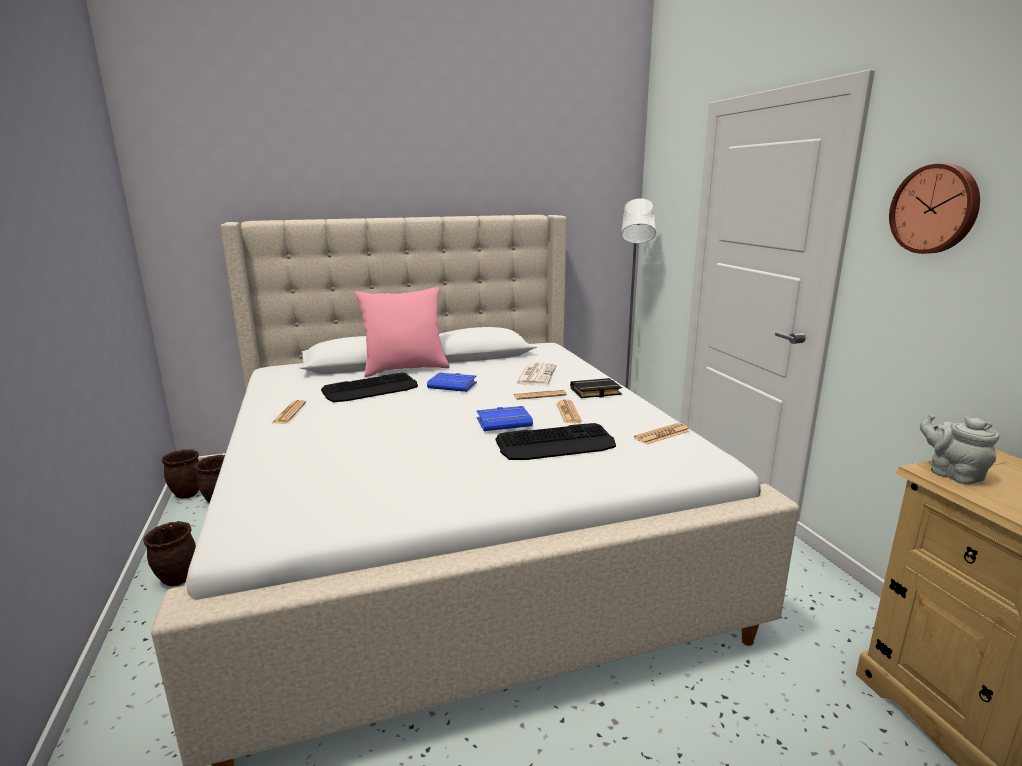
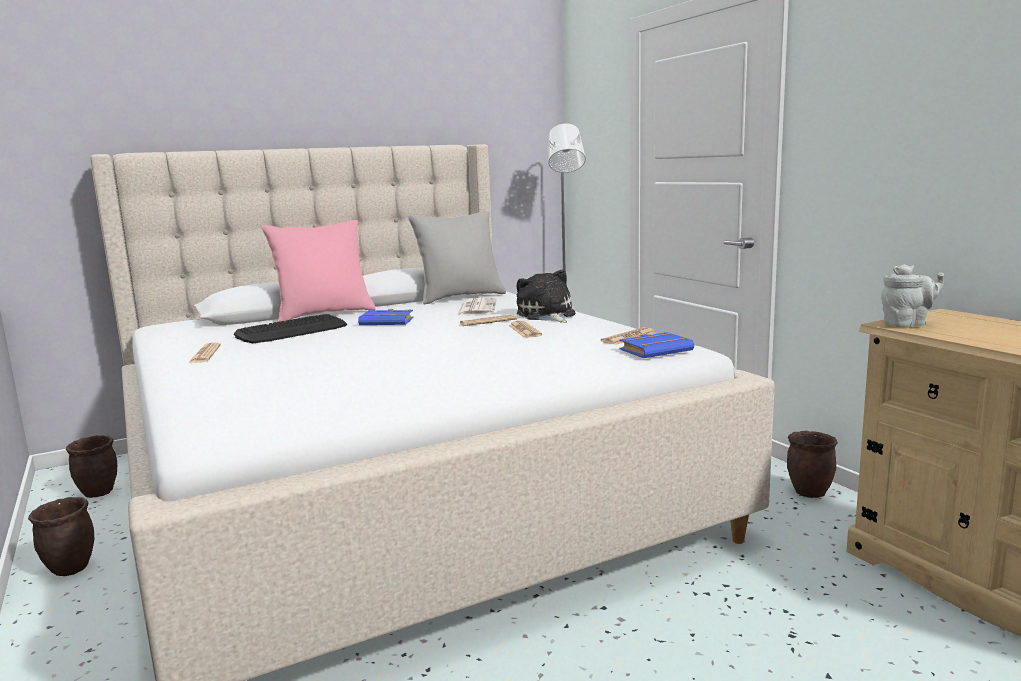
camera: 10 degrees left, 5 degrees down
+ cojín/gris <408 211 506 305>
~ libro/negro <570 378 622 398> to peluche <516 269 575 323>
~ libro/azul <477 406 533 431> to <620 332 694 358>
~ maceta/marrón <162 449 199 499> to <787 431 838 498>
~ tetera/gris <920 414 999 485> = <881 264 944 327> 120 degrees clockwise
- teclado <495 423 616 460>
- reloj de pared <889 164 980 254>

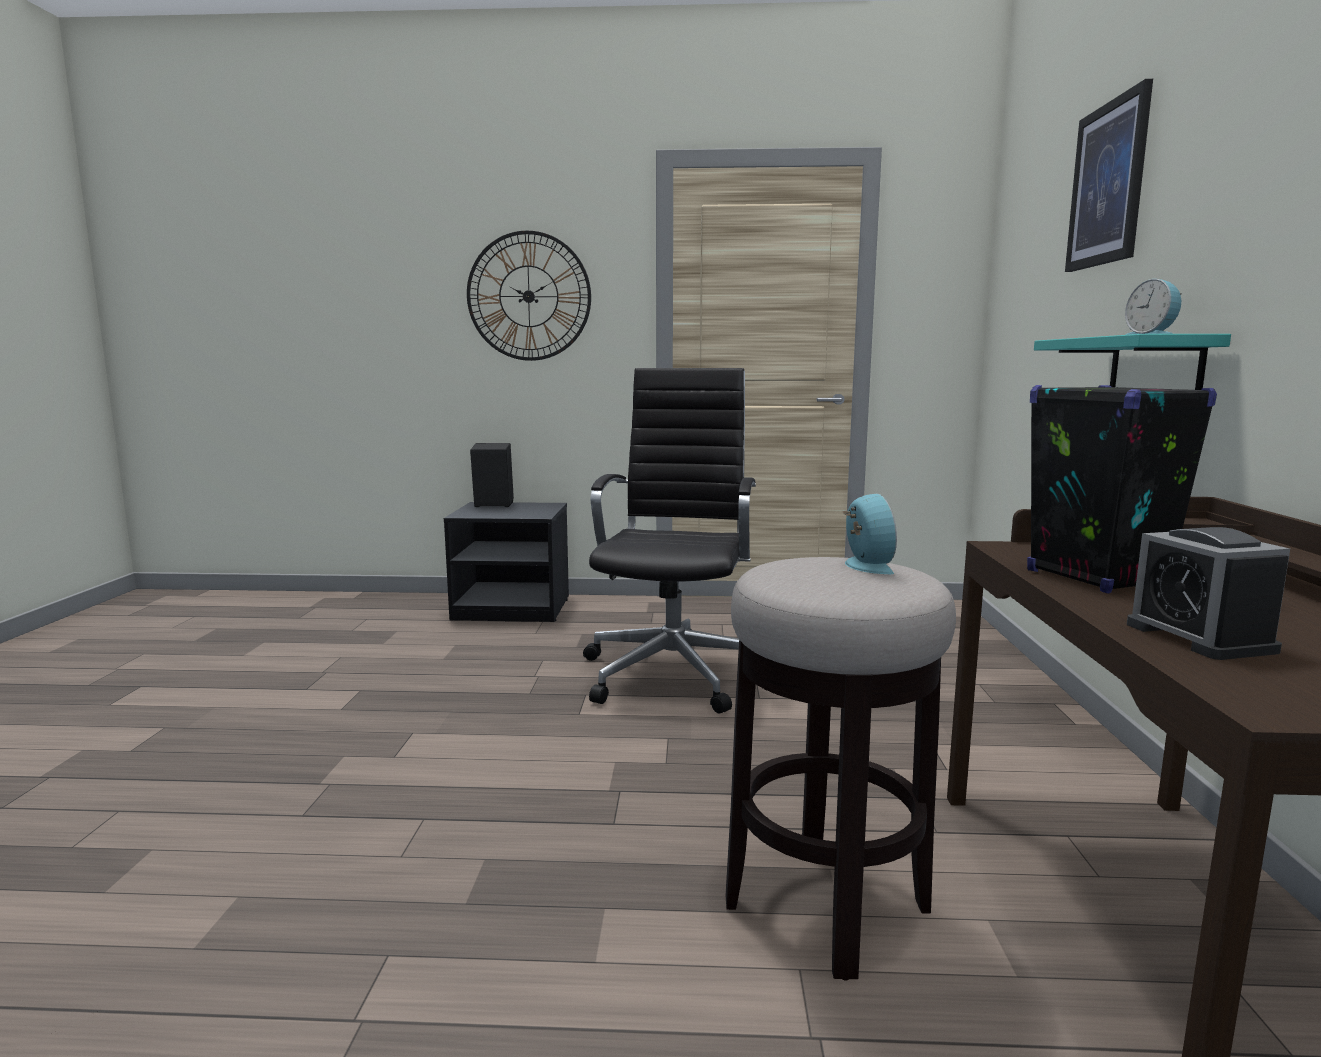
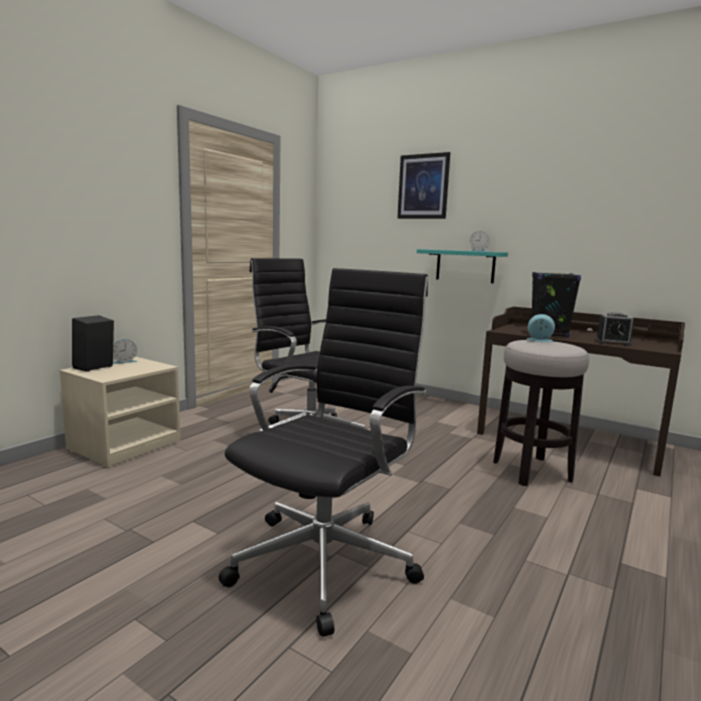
camera: 60 degrees left, 0 degrees up
~ mesita de noche/negro <444 502 569 622> to mesita de noche/beis <59 357 180 467>
+ despertador <113 339 138 364>
+ silla de oficina/negro <219 268 428 637>
- reloj de pared <467 230 591 361>

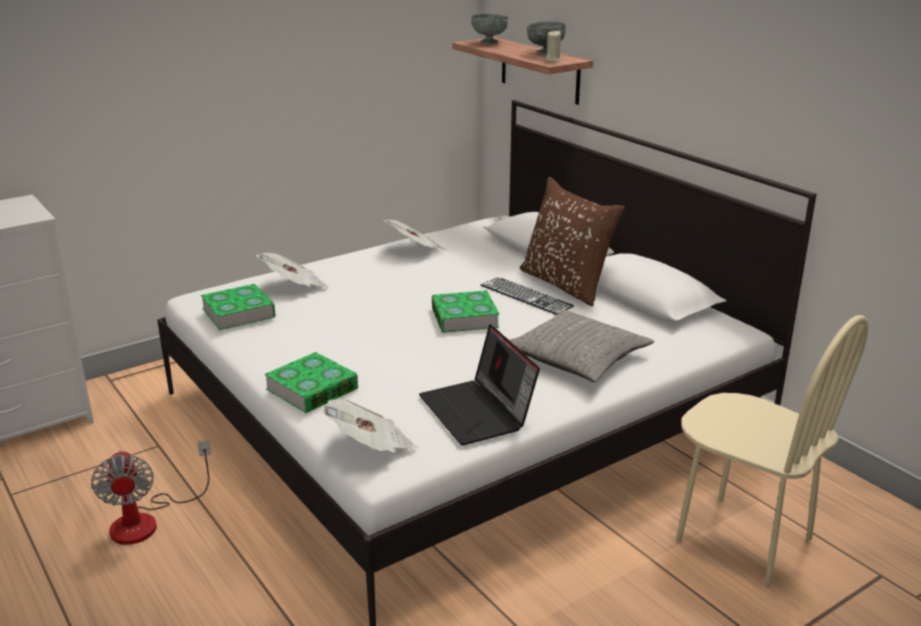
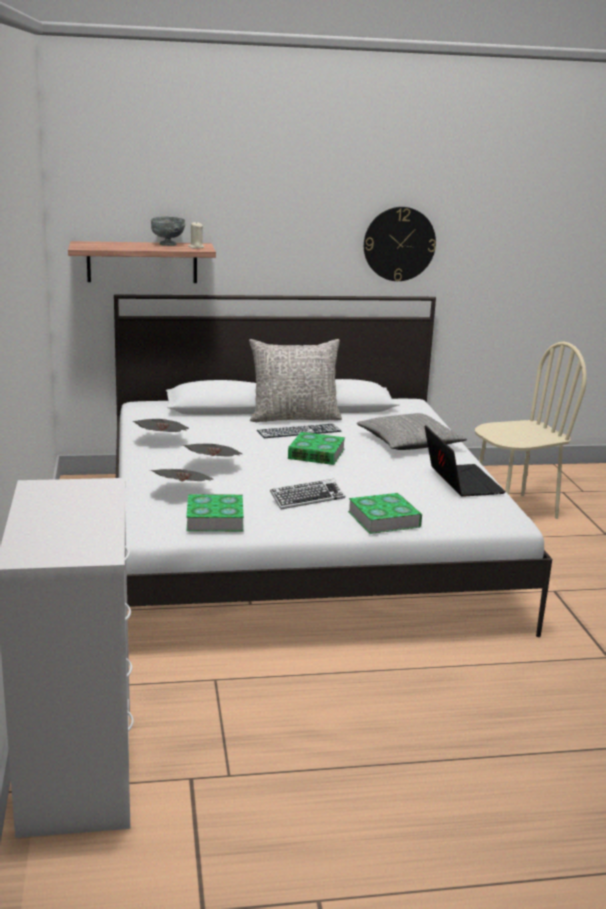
camera: 65 degrees left, 5 degrees down
~ periódico <320 399 418 453> to <182 443 242 457>
~ cojín/marrón <520 177 625 306> to cojín/gris <249 339 342 422>
+ teclado <270 479 345 509>
+ reloj de pared <364 207 436 281>
~ portátil <419 324 540 445> = <424 425 506 497> 105 degrees counterclockwise
- ventilador <91 440 211 545>
- cuenco/gris <471 14 508 45>

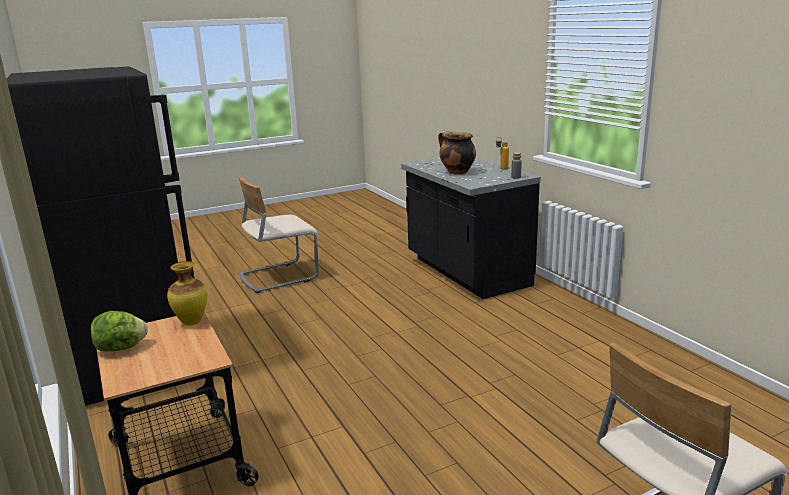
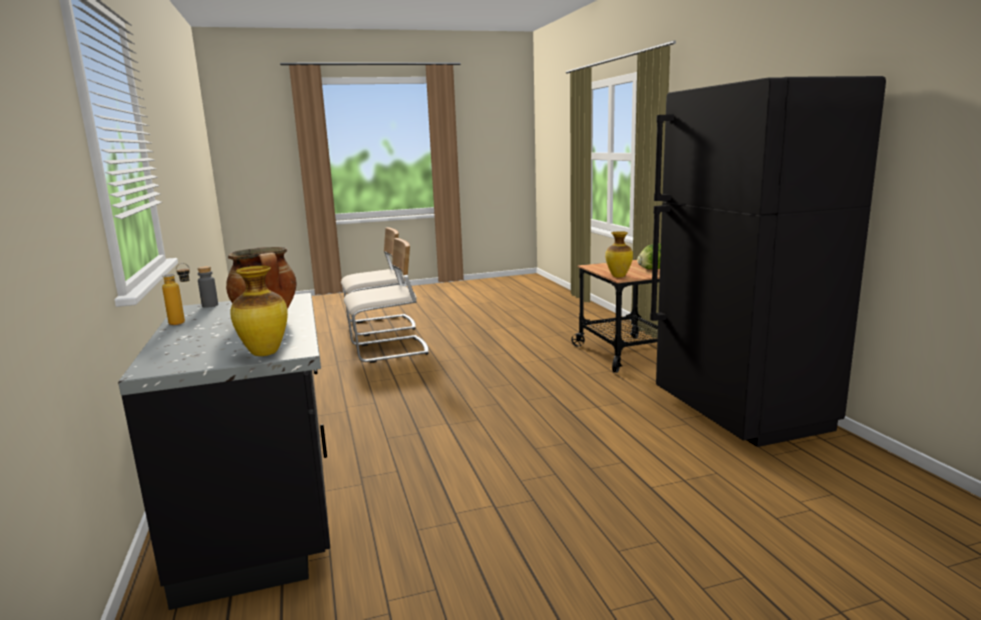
camera: 170 degrees left, 5 degrees down
+ florero <230 266 288 356>
~ silla/beis <238 175 319 293> to <343 238 429 363>

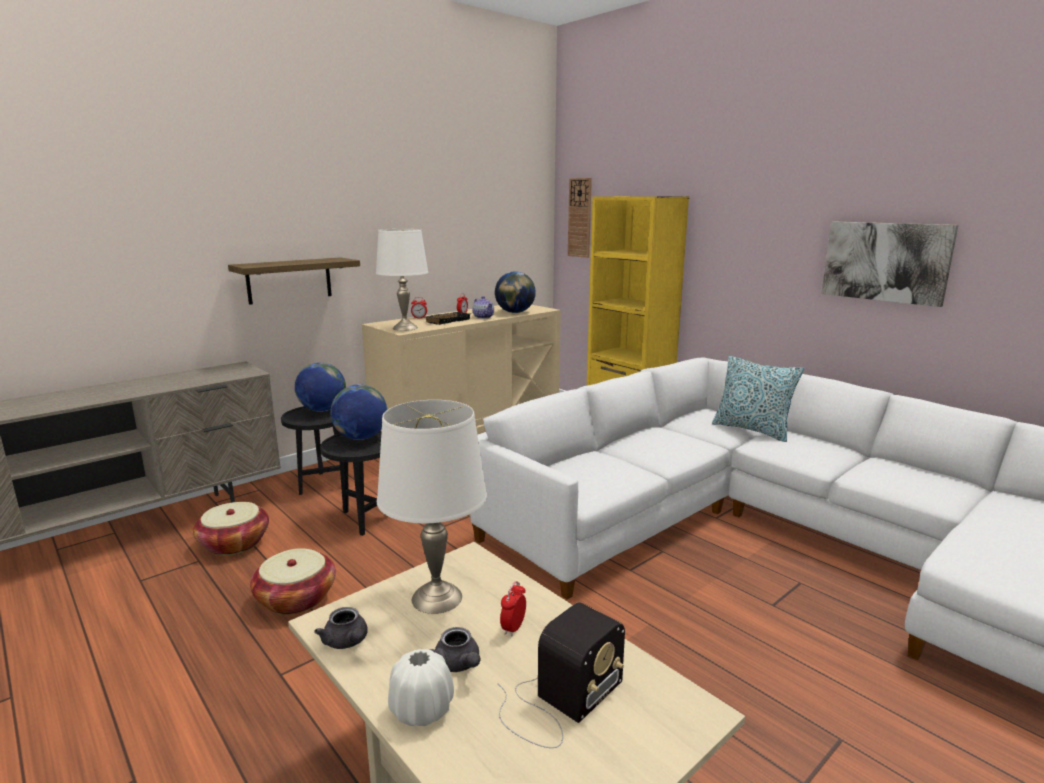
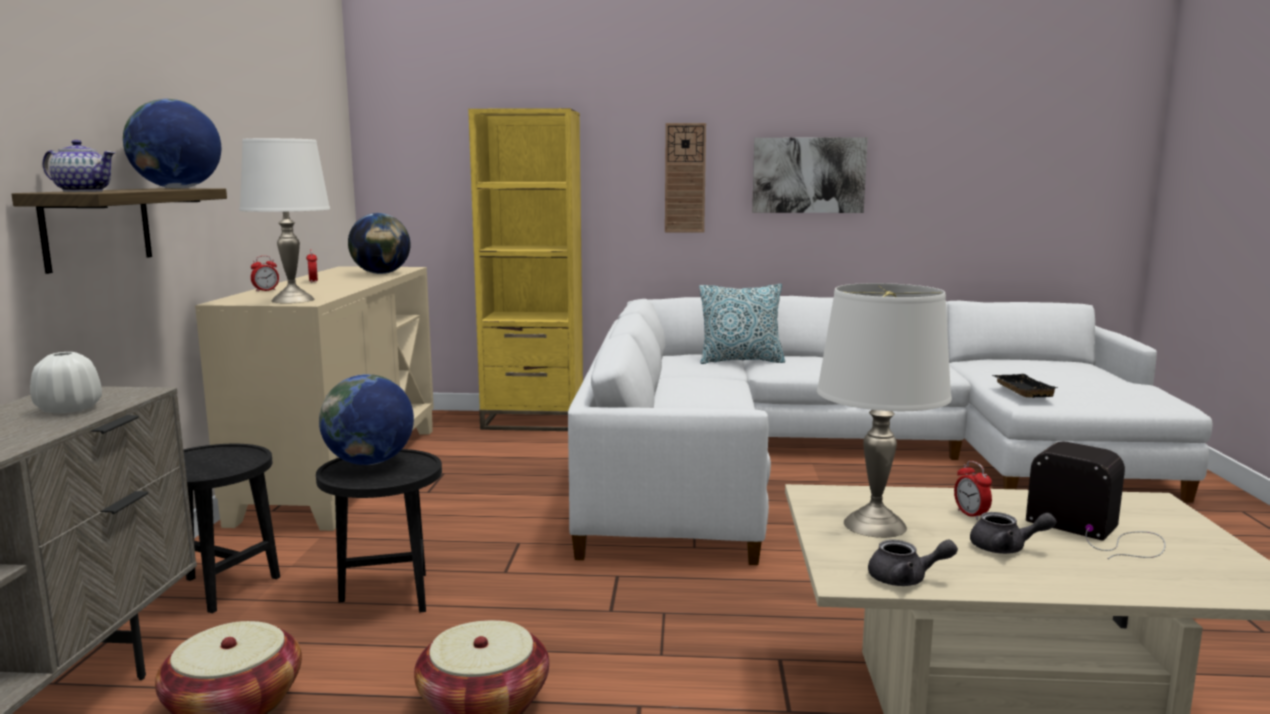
camera: 45 degrees left, 5 degrees down
~ florero/blanco <388 649 454 726> to <30 352 102 414>
~ tetera <472 296 494 319> to <43 140 115 192>
~ globo terráqueo <295 363 346 412> to <123 99 221 189>
~ reloj de pared <568 178 592 258> to <665 123 706 233>
~ bandeja/negro <423 312 470 325> to <992 374 1059 398>
~ radio <498 602 625 748> = <1026 441 1165 559> 45 degrees counterclockwise

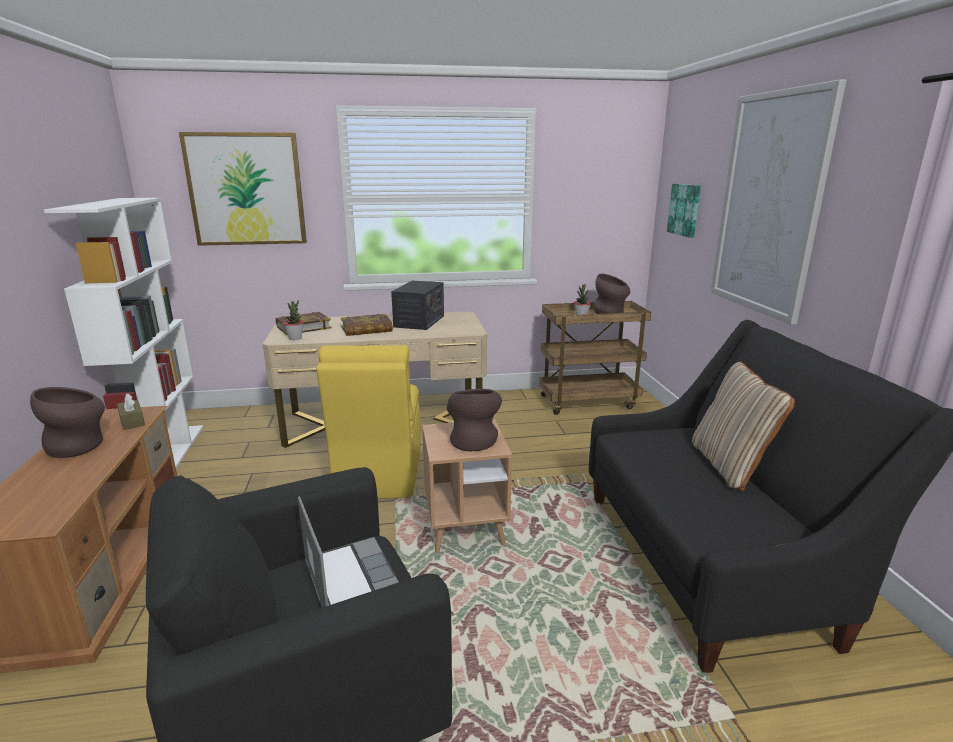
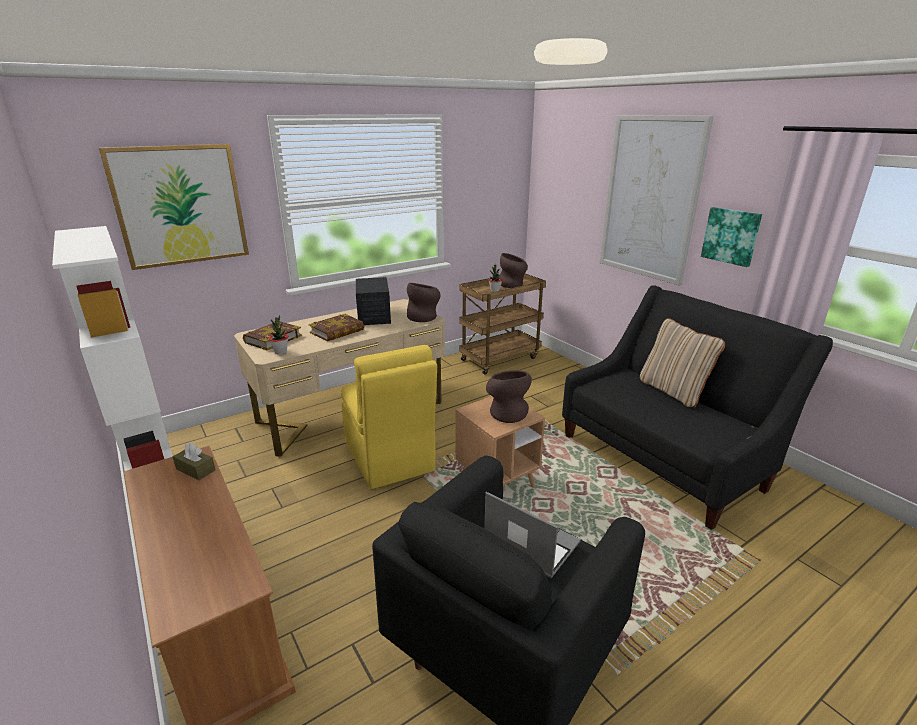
camera: 25 degrees left, 5 degrees up
~ florero/marrón <30 387 105 458> to <407 283 441 322>
~ cuadro <667 184 701 237> to <701 207 762 267>

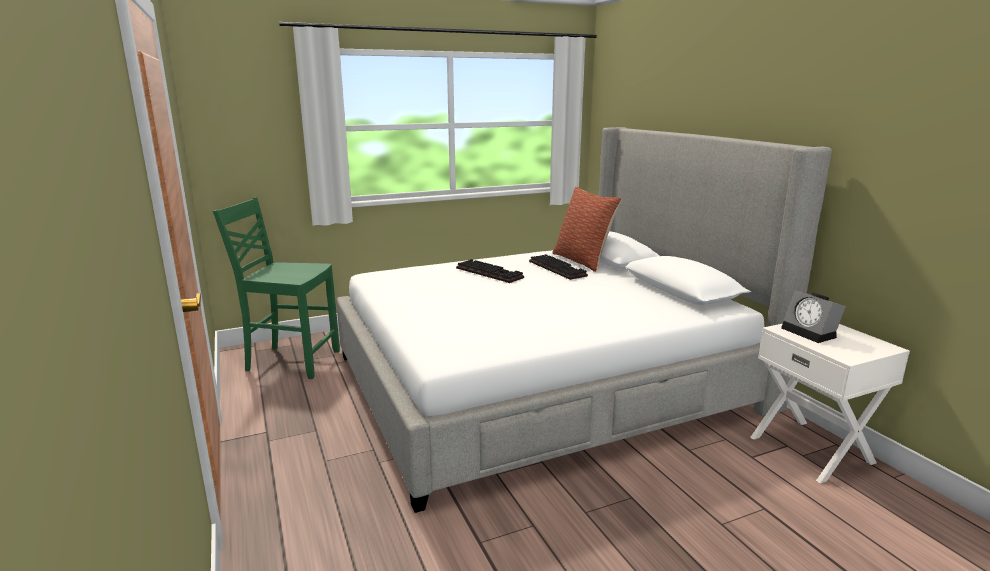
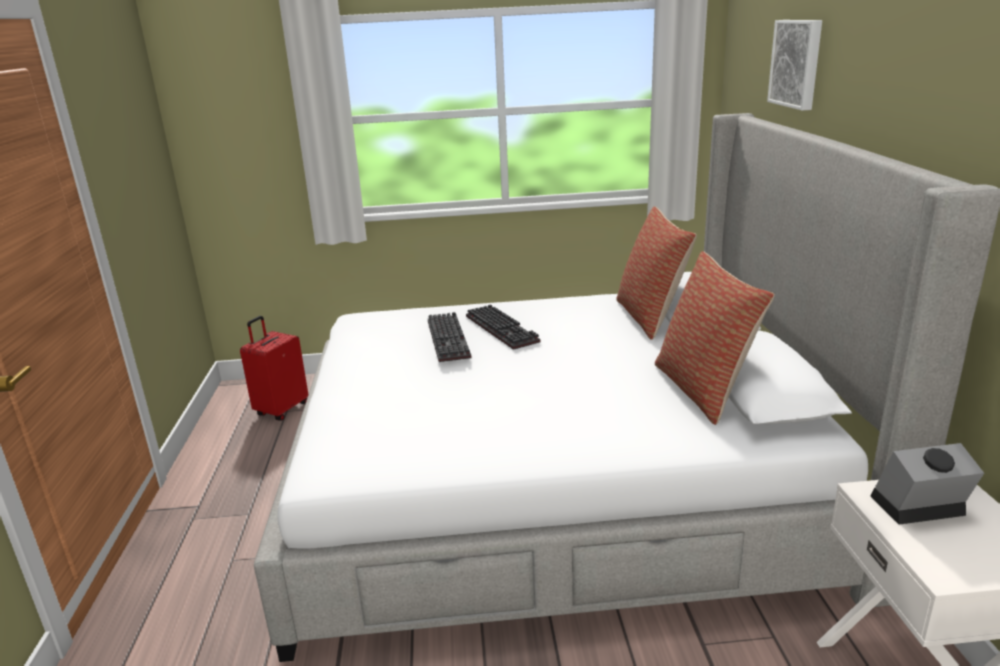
camera: 20 degrees right, 5 degrees up
~ silla/verde <213 197 340 379> to maleta/rojo <240 316 308 420>
~ teclado <529 254 588 280> to <428 312 472 362>
+ cojín <655 251 775 425>
+ cuadro <767 20 822 111>
~ despertador <781 290 846 343> = <870 443 984 525> 90 degrees clockwise

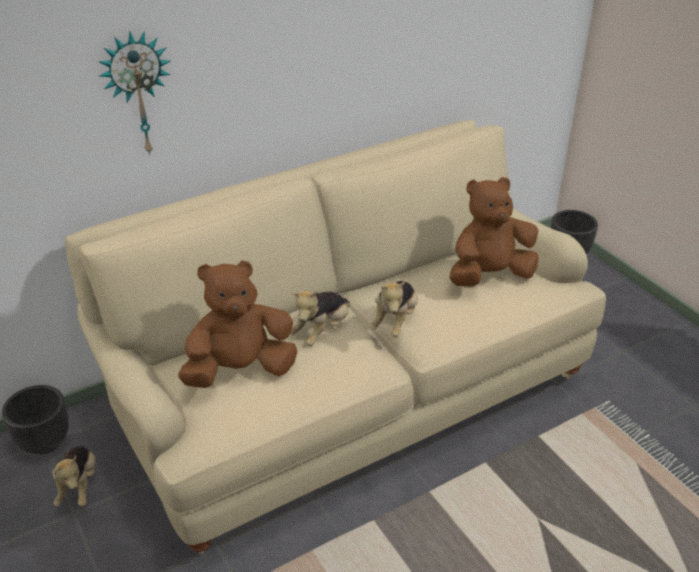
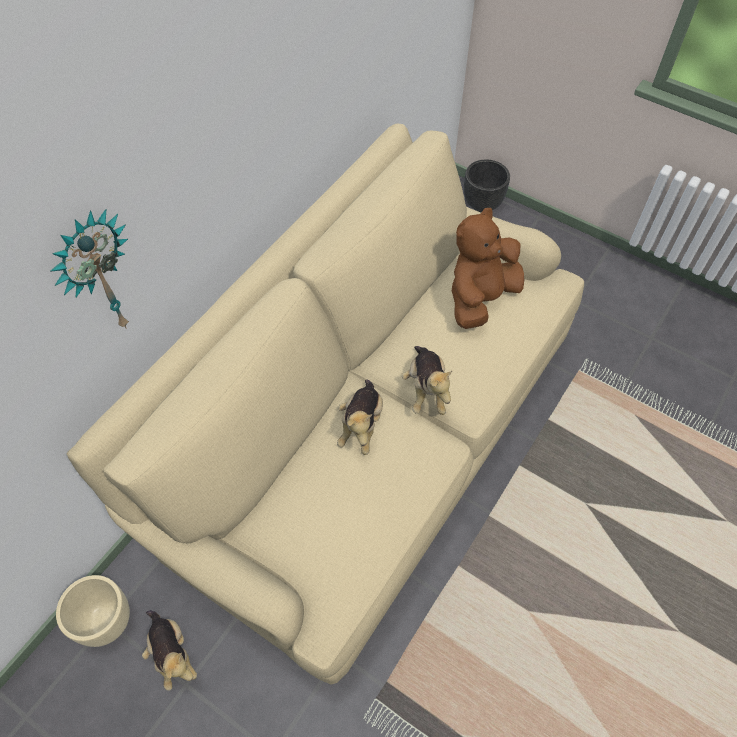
camera: 25 degrees left, 20 degrees up
~ maceta/negro <2 385 69 454> to maceta/beis <56 575 130 647>
- peluche/marrón <178 260 298 388>

